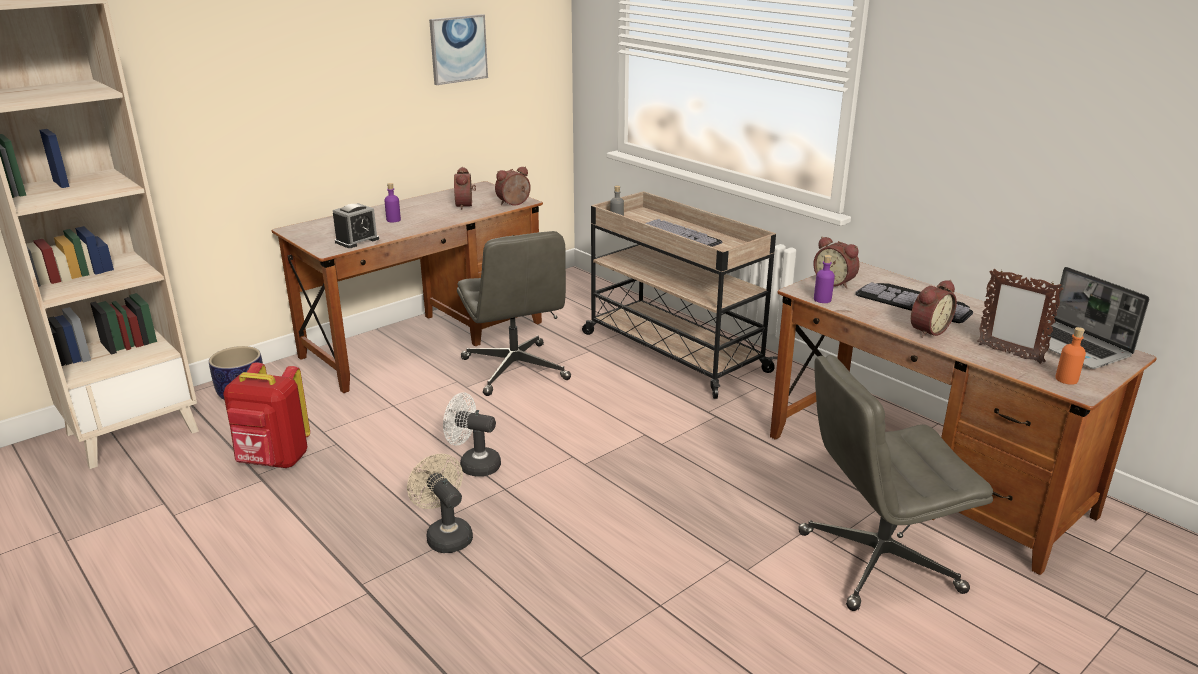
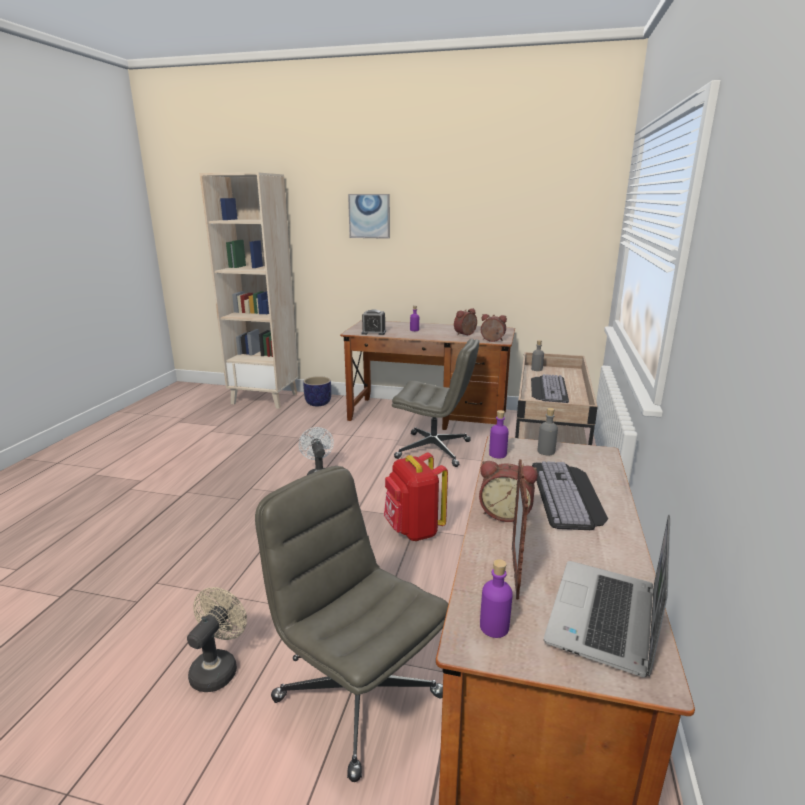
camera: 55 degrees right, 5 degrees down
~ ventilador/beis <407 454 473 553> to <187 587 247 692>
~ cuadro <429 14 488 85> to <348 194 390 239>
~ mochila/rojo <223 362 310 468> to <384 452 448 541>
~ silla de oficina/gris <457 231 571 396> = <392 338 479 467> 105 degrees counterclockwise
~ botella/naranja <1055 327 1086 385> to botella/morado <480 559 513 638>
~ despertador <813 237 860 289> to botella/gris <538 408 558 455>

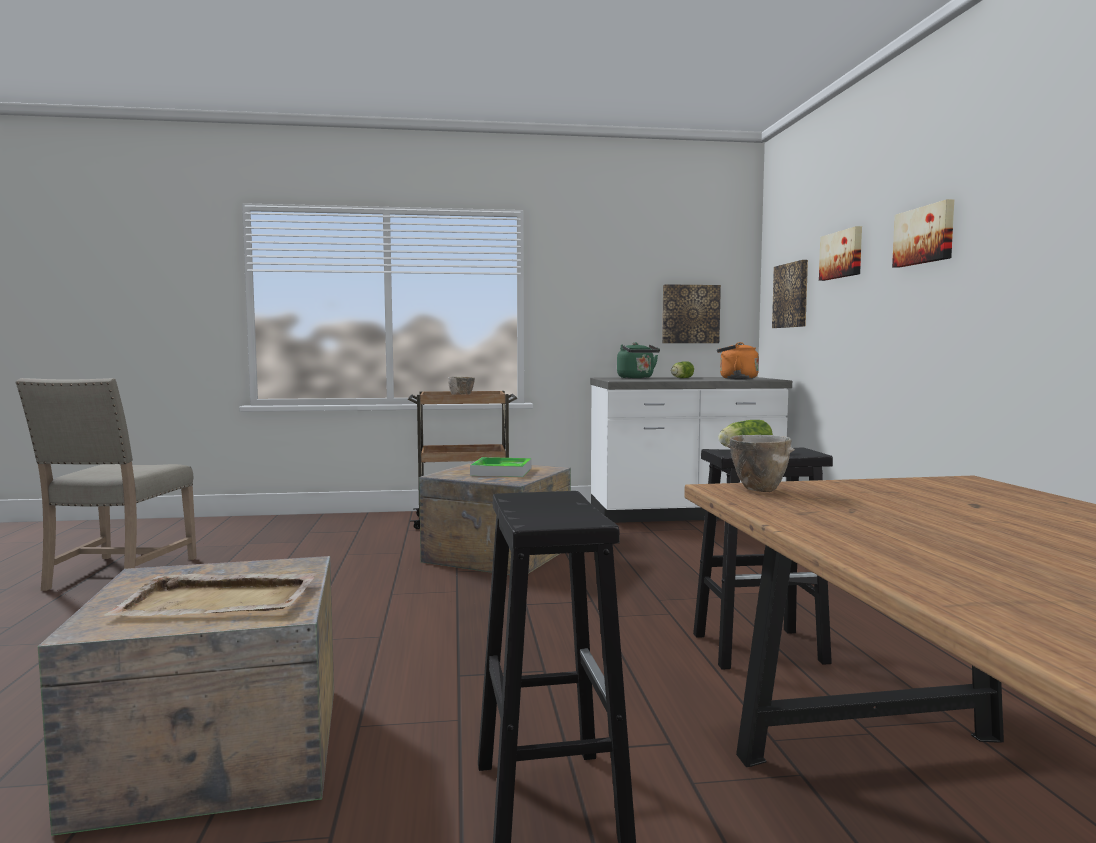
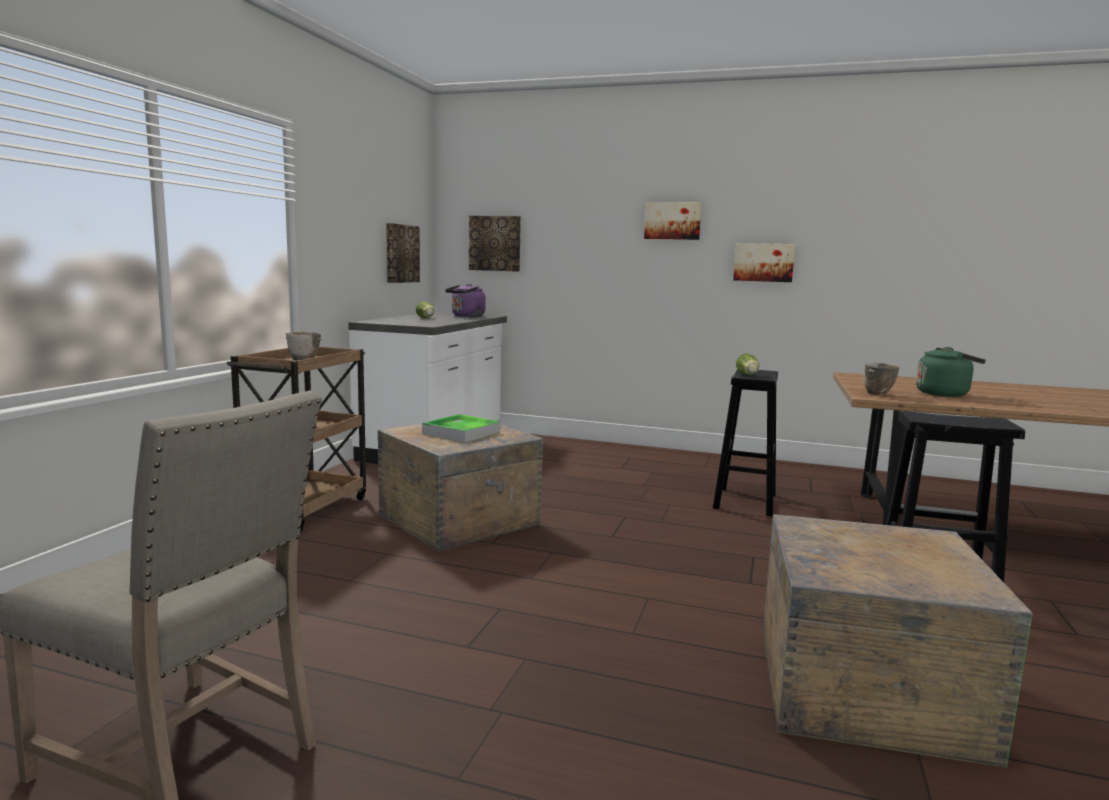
camera: 65 degrees left, 5 degrees up
~ hervidor/naranja <717 342 759 379> to hervidor/morado <445 284 485 317>
~ cuadro <819 226 862 281> to <733 243 795 282>
~ hervidor/verde <617 342 660 379> to <916 347 986 397>
- bandeja/beis <104 573 317 616>

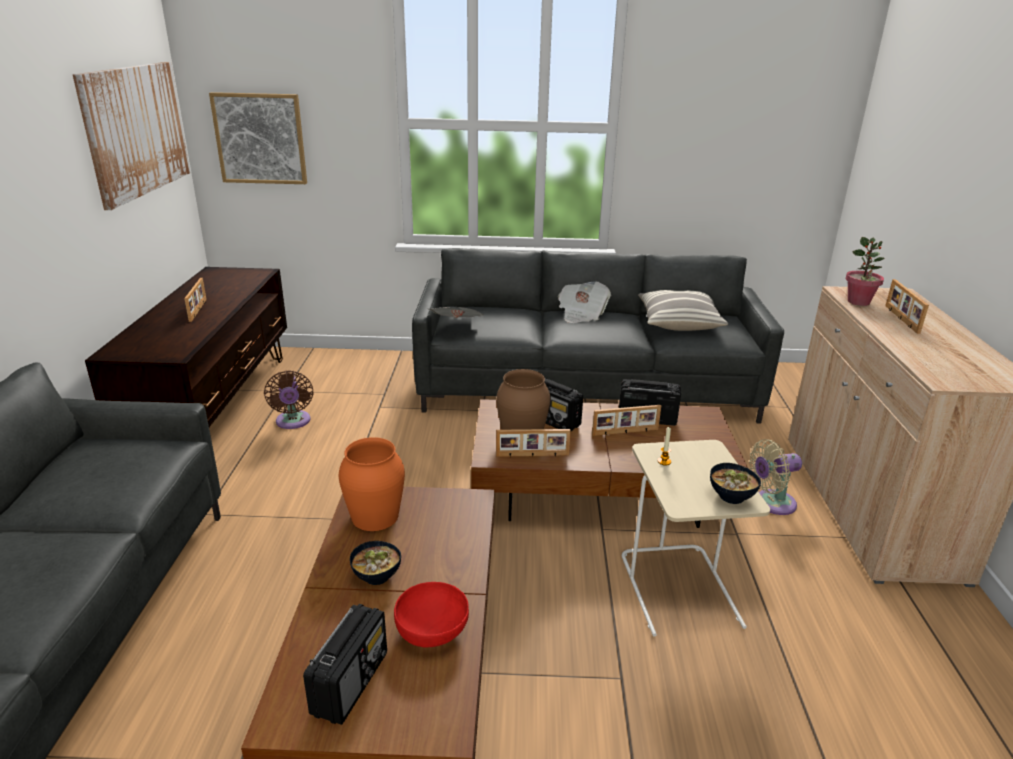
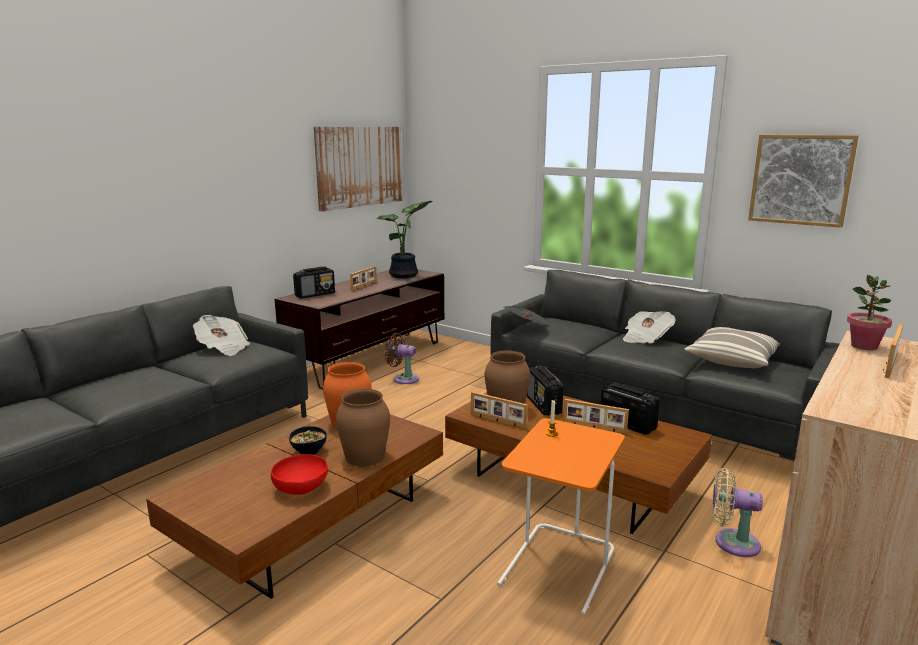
camera: 35 degrees right, 10 degrees down
+ periódico <193 315 250 356>
~ radio <303 604 387 725> to <293 266 335 299>
+ florero/marrón <336 389 390 466>
+ planta en maceta <376 201 433 278>
~ ventilador/marrón <264 370 314 429> = <385 333 419 384> 90 degrees clockwise
~ mesa auxiliar/beis <622 440 770 637> to mesa auxiliar/naranja <497 418 625 615>
~ cuadro <209 92 307 184> to <748 135 858 228>
- cuenco <710 463 761 504>

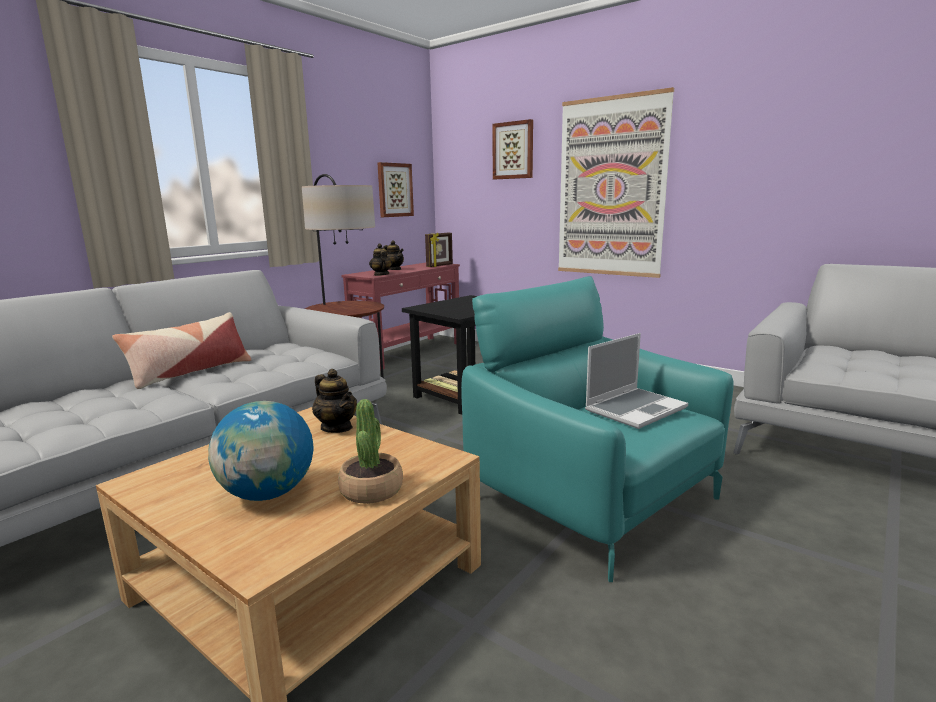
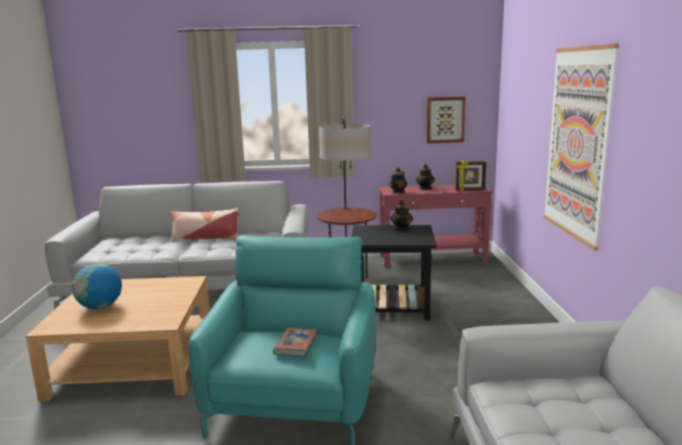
camera: 50 degrees right, 0 degrees up
~ portátil <585 333 688 429> to libro <273 328 317 357>
~ tetera <312 369 357 433> to <390 200 413 231>
- planta en maceta <338 399 403 504>
- cuadro <492 119 533 179>

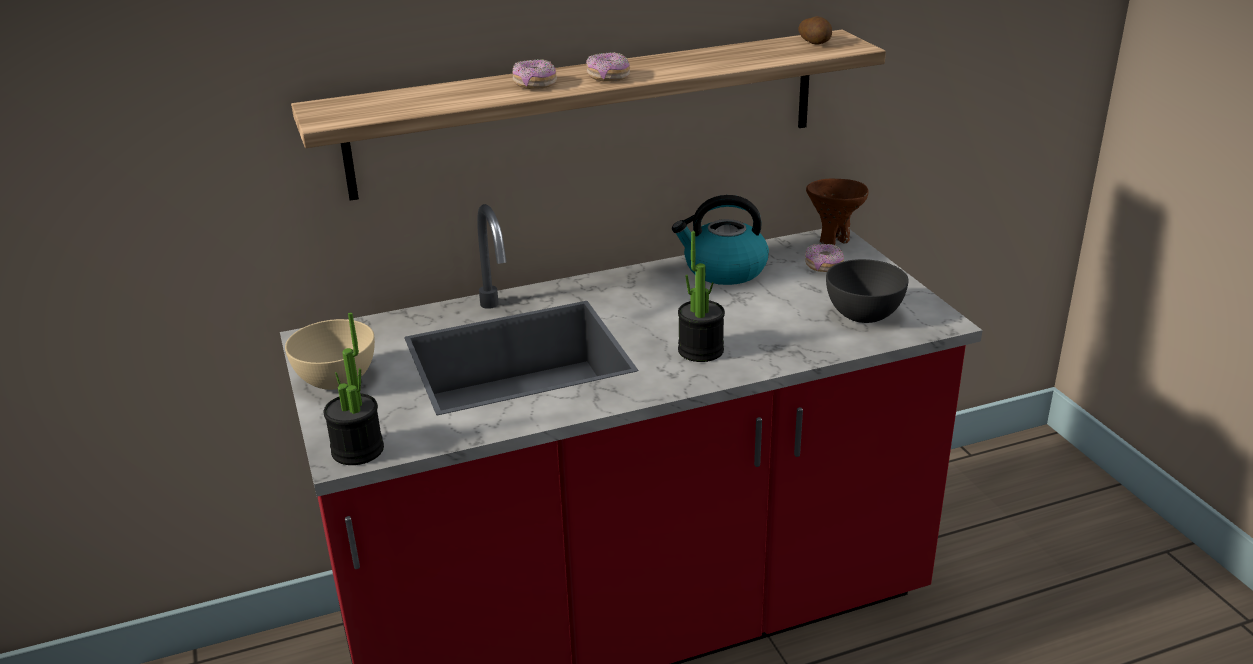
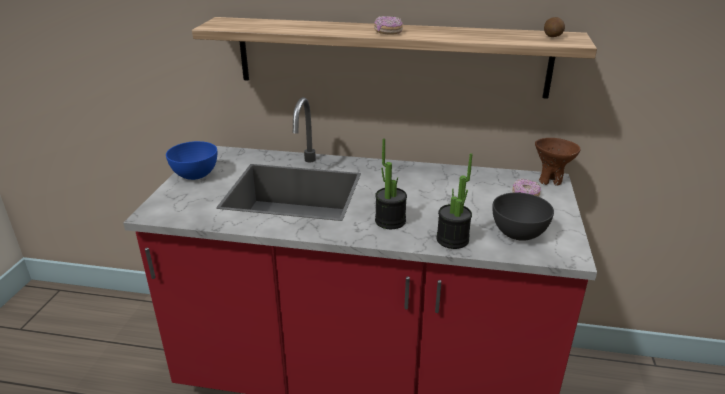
camera: 30 degrees right, 0 degrees up
~ cuenco/beis <285 319 375 390> to cuenco/azul <166 141 217 180>
~ planta en maceta <324 312 384 465> to <436 153 472 249>
- rosquilla <512 59 557 89>
- hervidor <672 195 769 285>

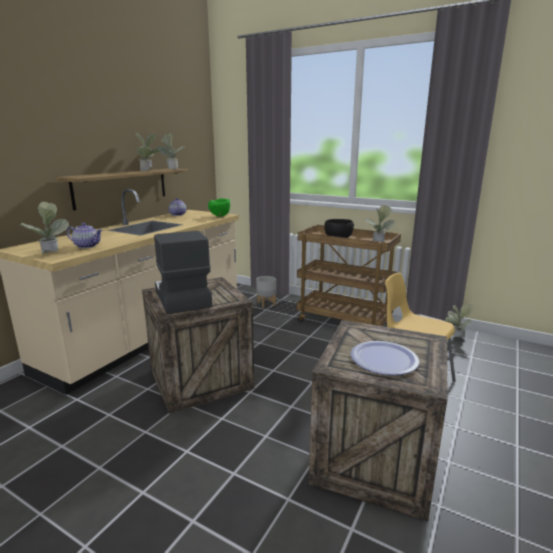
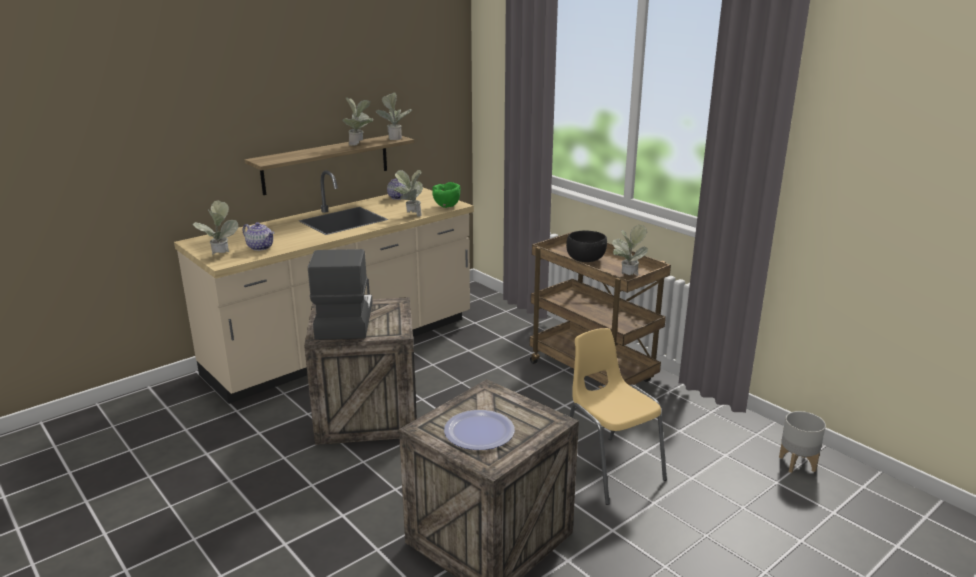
camera: 20 degrees right, 5 degrees up
~ planta en maceta <446 303 473 338> to <394 170 423 217>
~ maceta/gris <256 276 276 308> to <779 411 826 473>

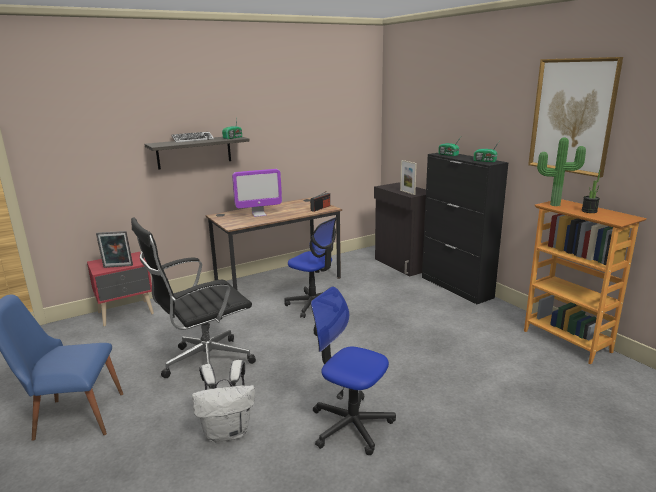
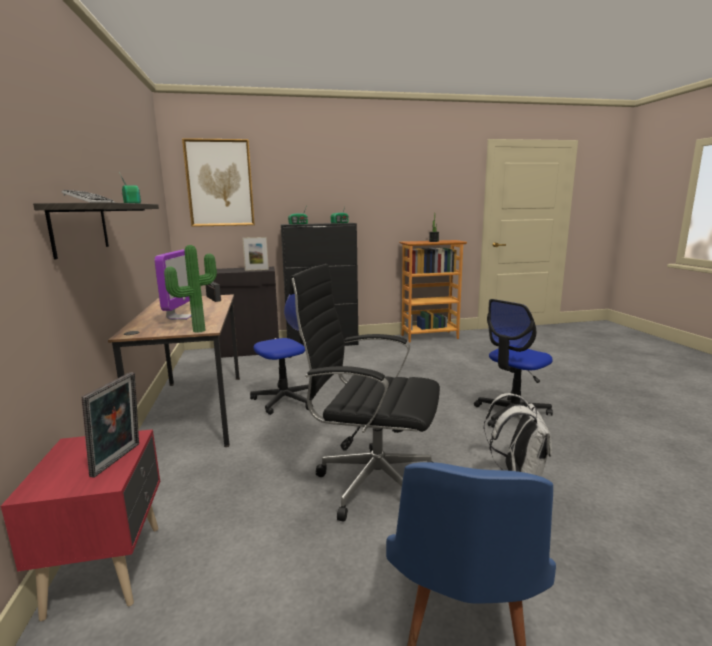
camera: 70 degrees left, 5 degrees down
~ planta en maceta <537 137 586 206> to <164 245 217 333>
~ cuadro <528 57 623 178> to <182 138 255 227>
~ silla de oficina/negro <131 217 256 389> = <289 264 440 522> 120 degrees clockwise

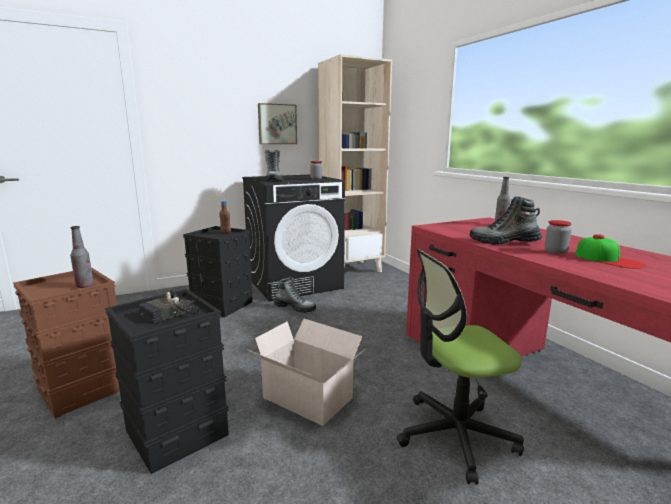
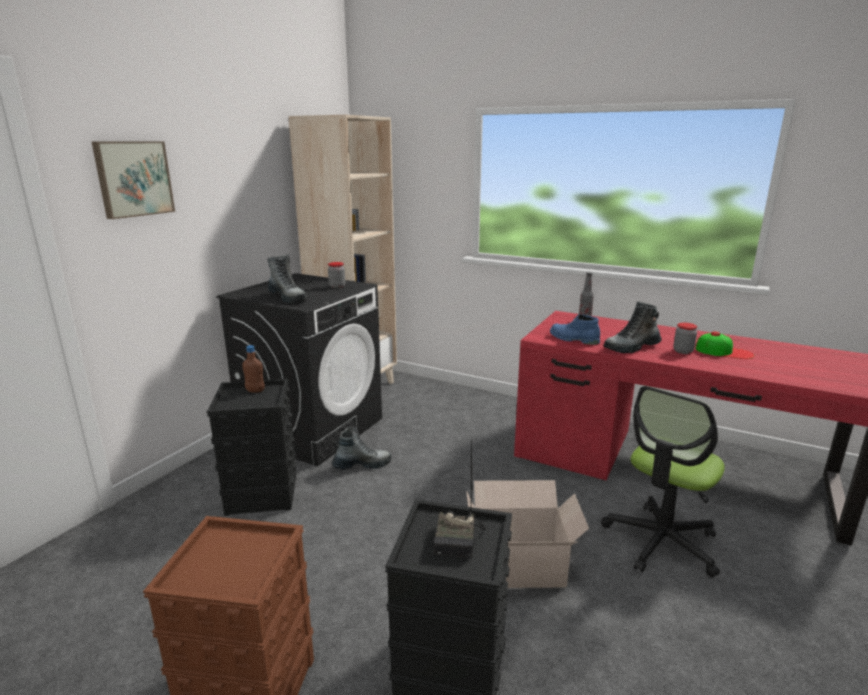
camera: 35 degrees left, 5 degrees up
~ cuadro <258 103 297 144> to <92 141 175 219>
+ bota/azul <550 314 600 345>
- botella <70 226 94 288>

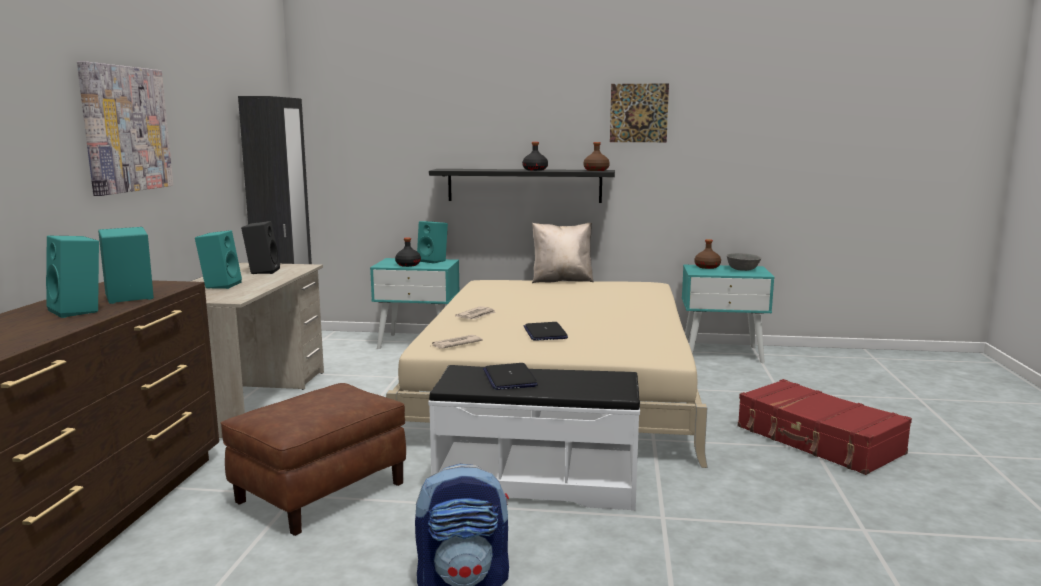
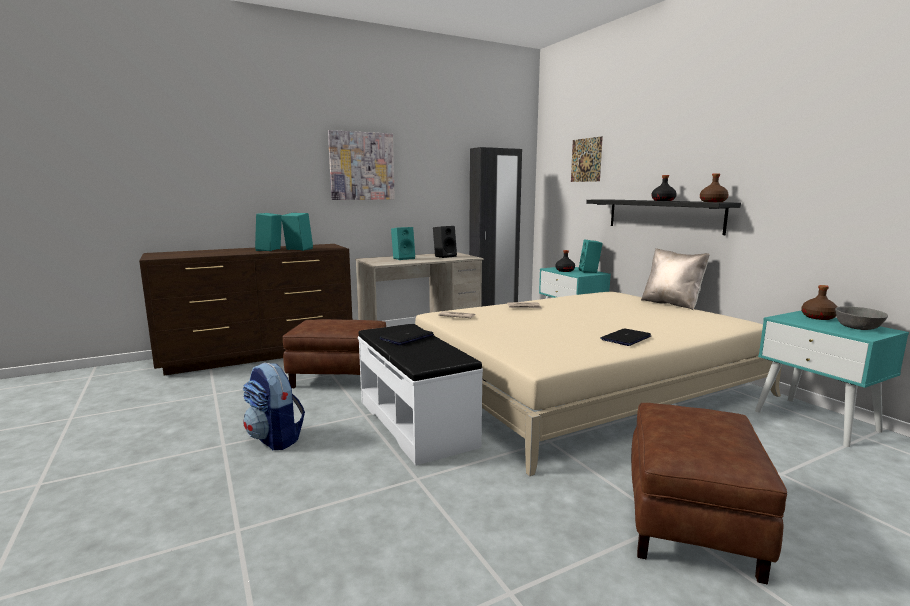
camera: 55 degrees right, 0 degrees up
~ cuadro <610 83 669 142> to <571 136 603 182>
~ portátil <523 322 568 341> to <600 328 651 346>
~ maleta/rojo <738 379 912 475> to puf/marrón <631 403 787 584>

